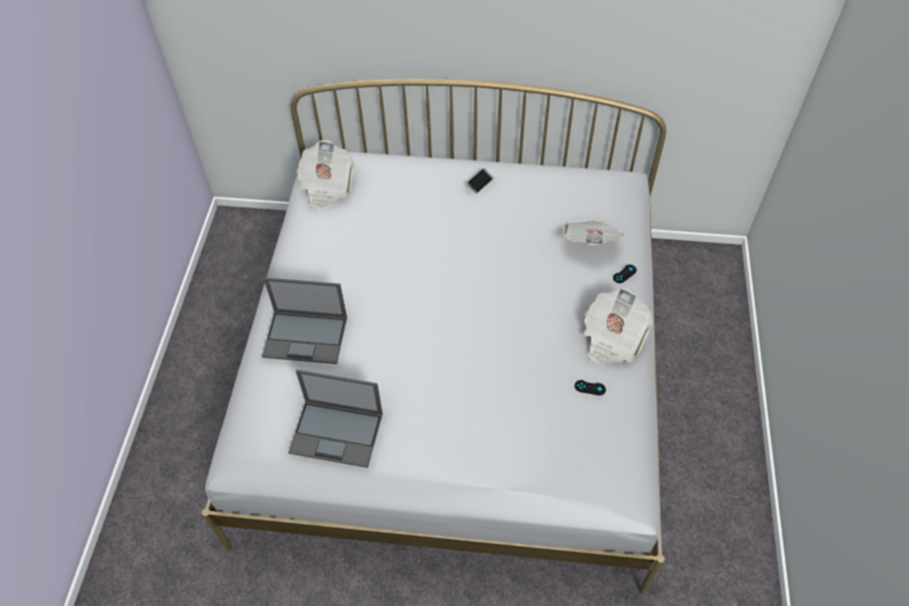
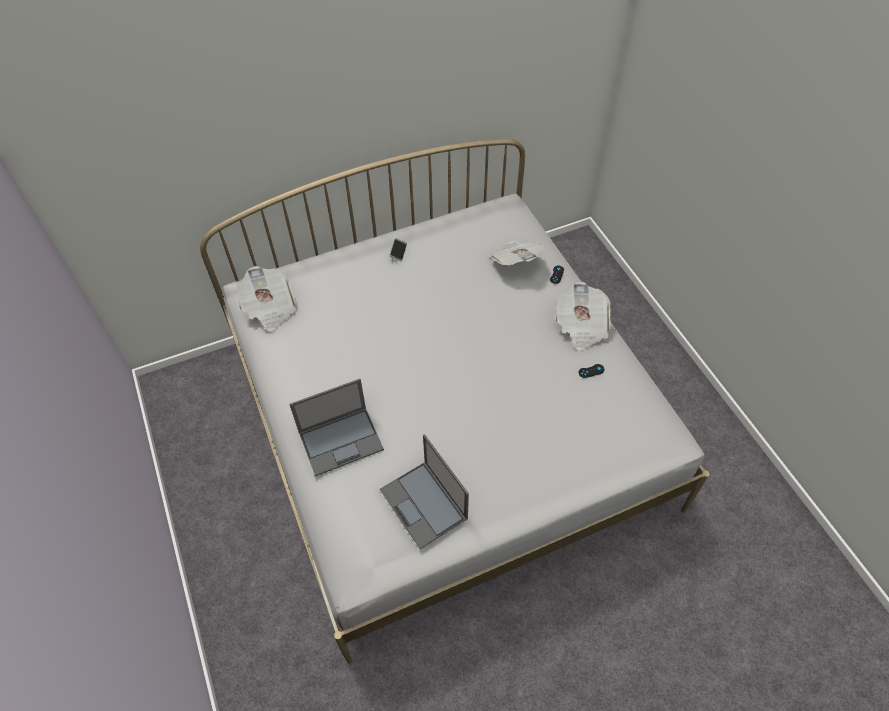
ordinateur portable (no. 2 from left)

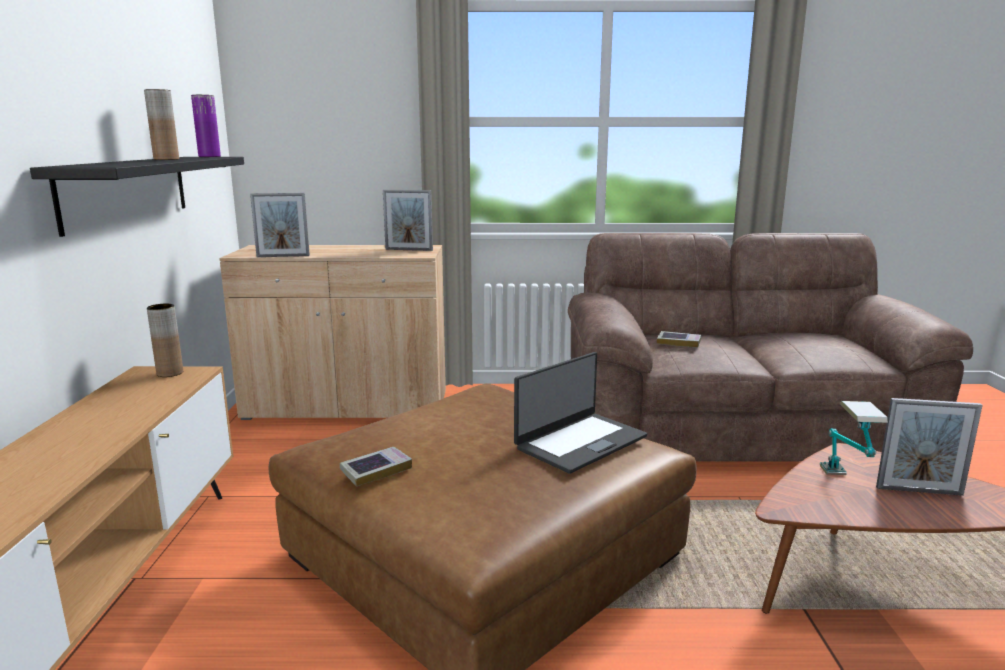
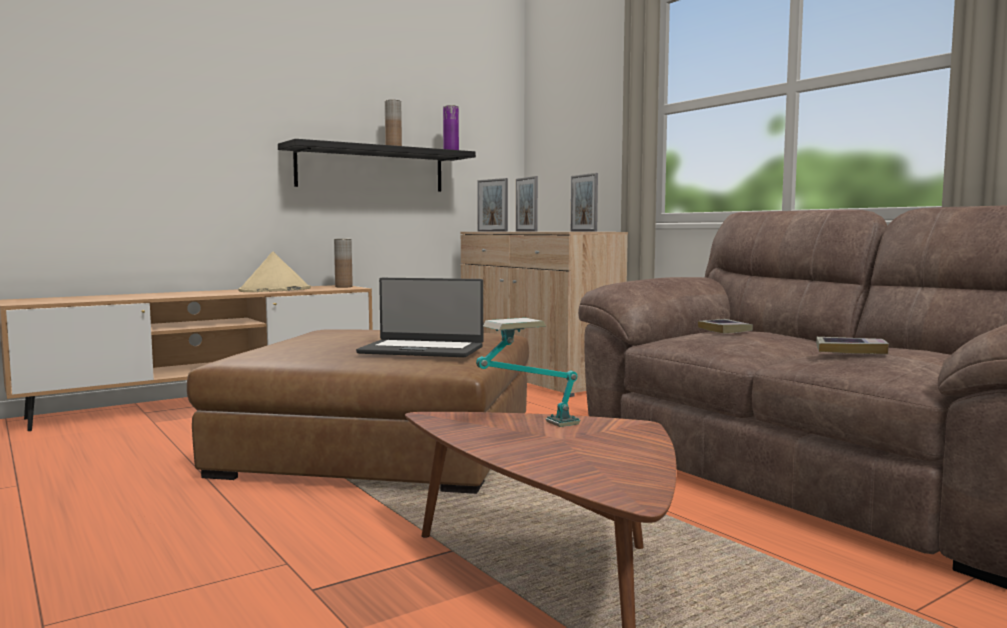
chapeau [beige]
cadre photo (no. 2 from left)
livre (no. 2 from left)

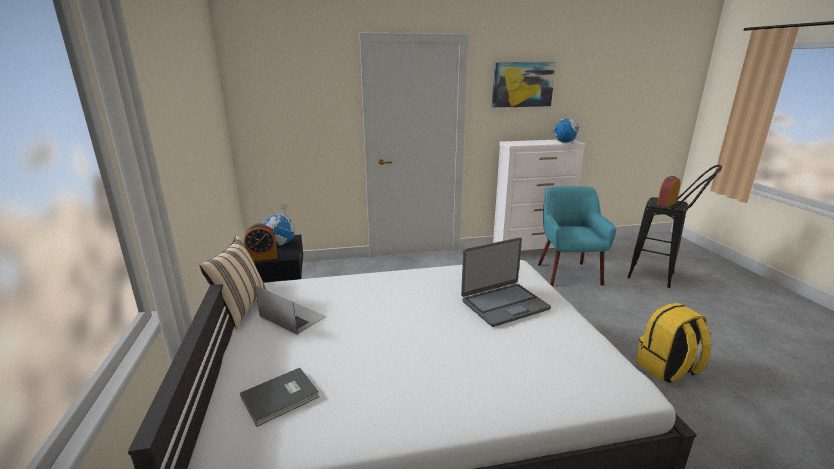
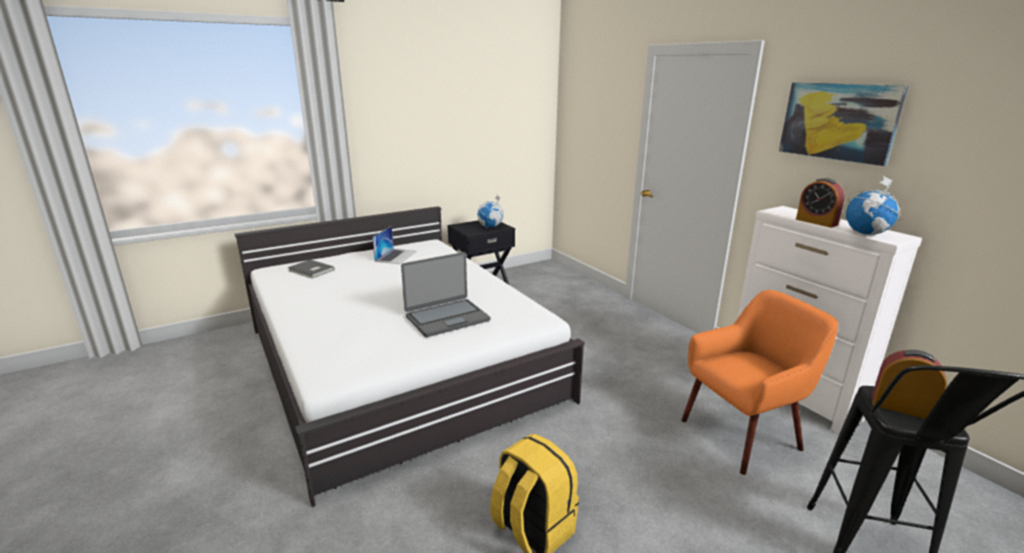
ordinateur portable (no. 2 from left)
fauteuil [orange]
réveil (no. 1 from left)
coussin [beige]

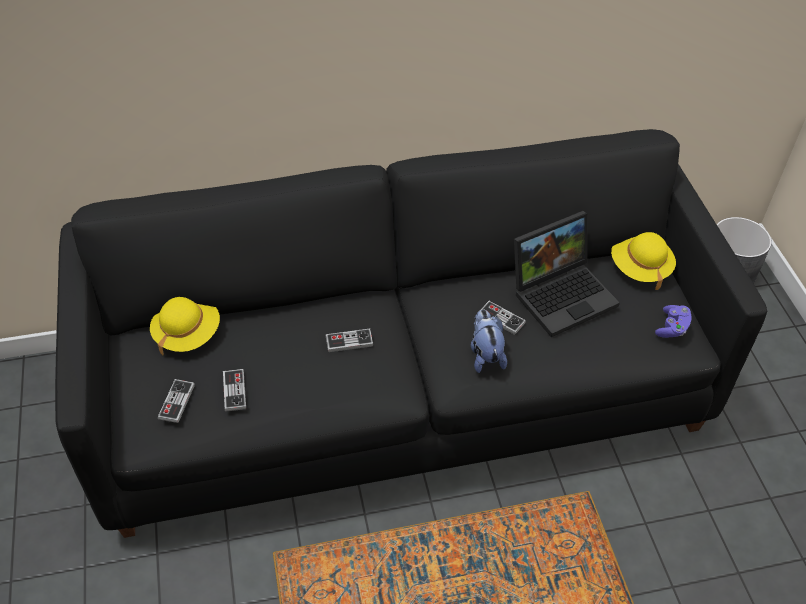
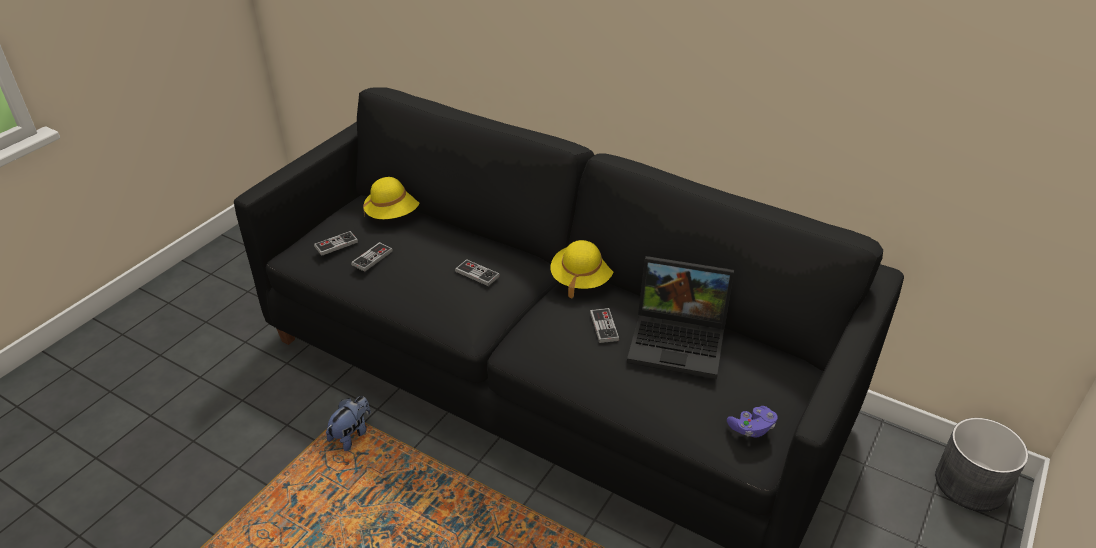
peluche
chapeau [jaune] (no. 2 from left)

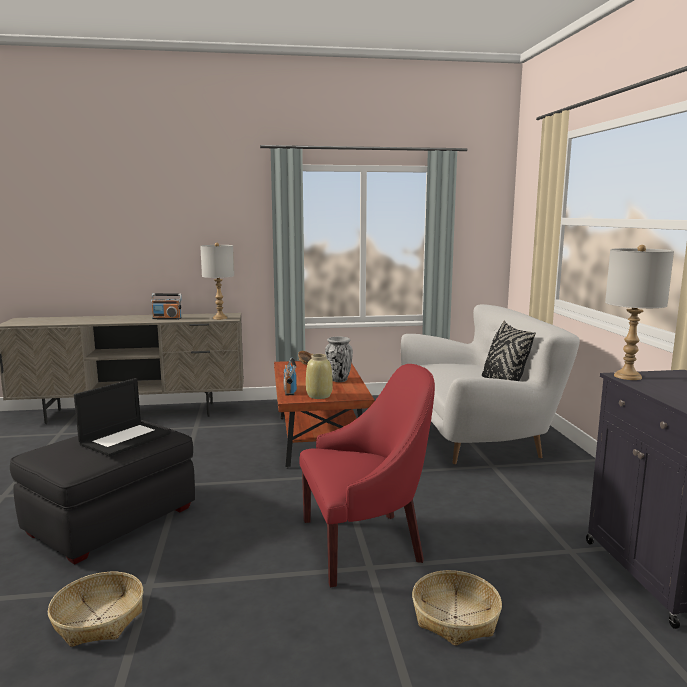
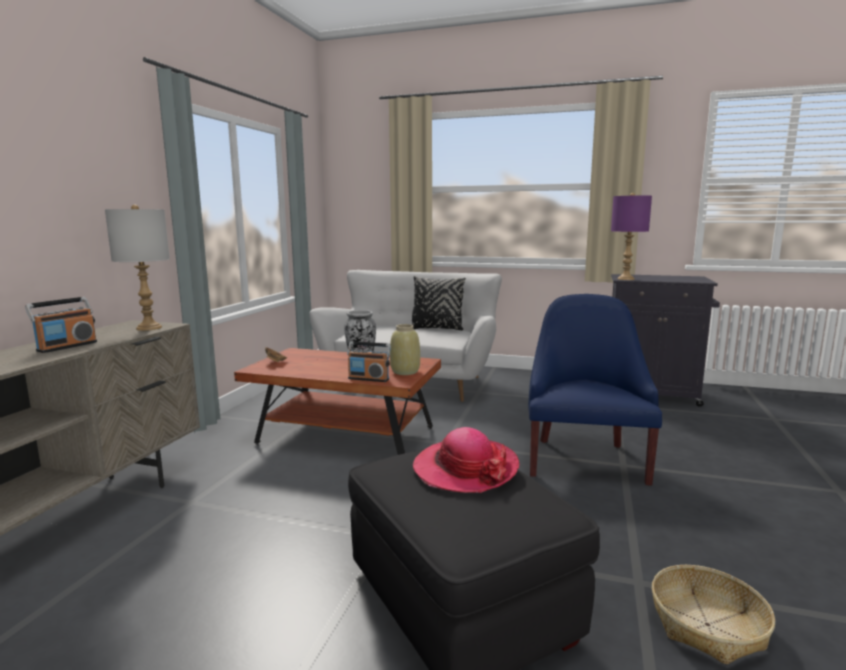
chapeau
fauteuil [bleu]
lampe de table [violet]
panier (no. 2 from left in the first image)

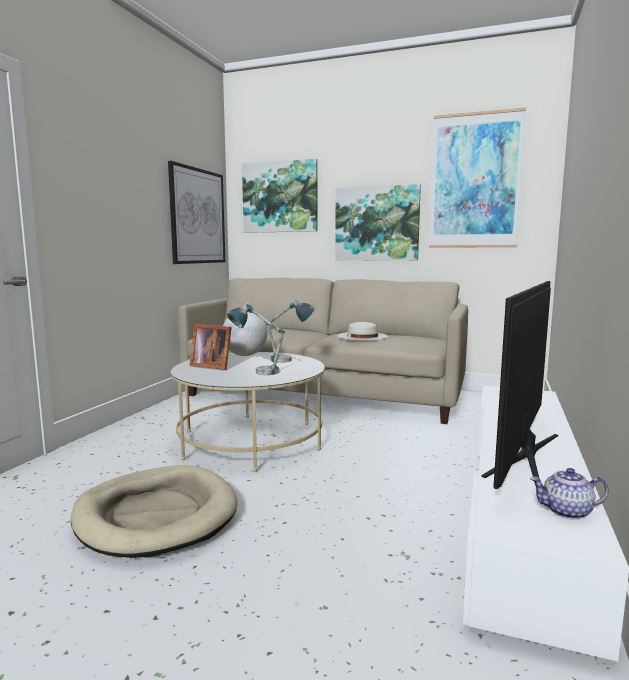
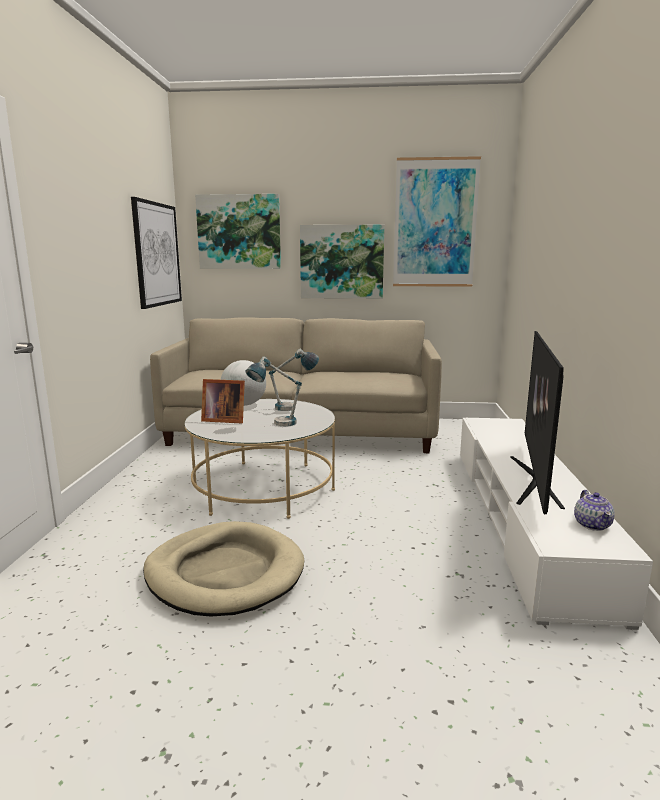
théière
chapeau [blanc]

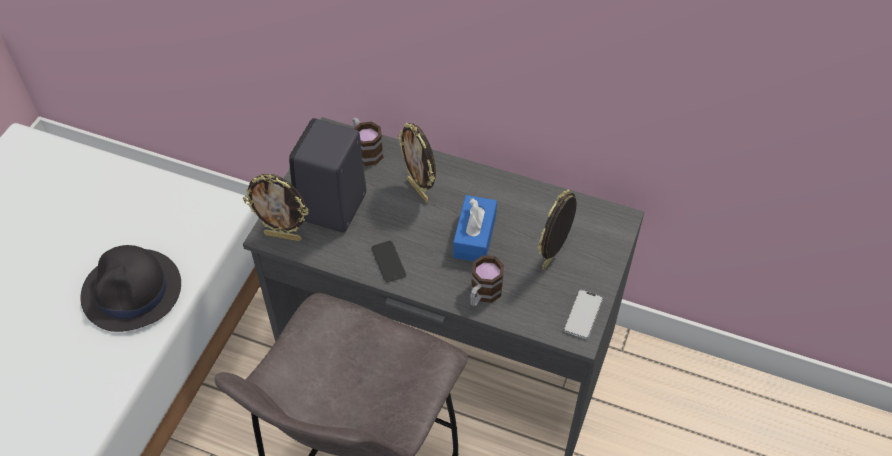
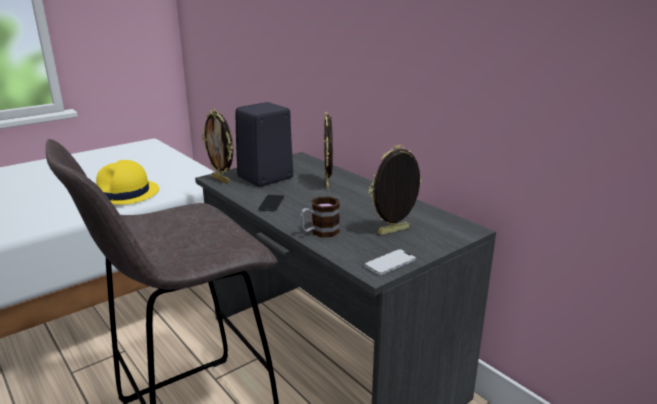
chapeau [jaune]
mug (no. 1 from left in the first image)
boîte à mouchoirs [bleu]

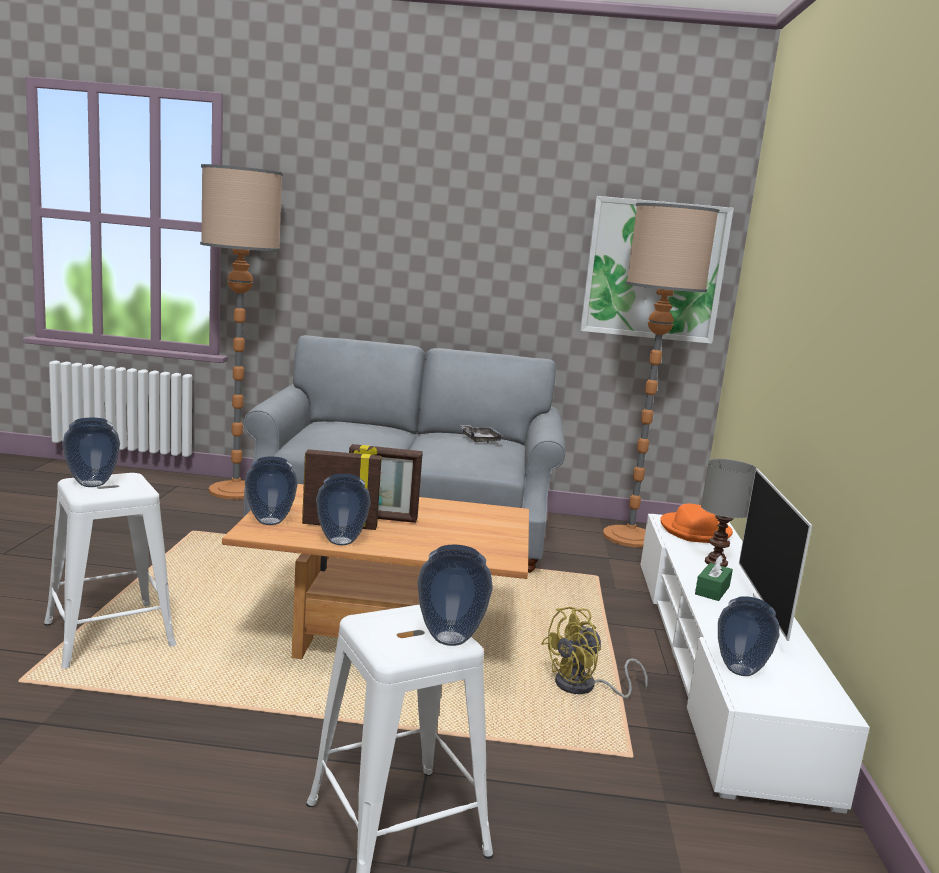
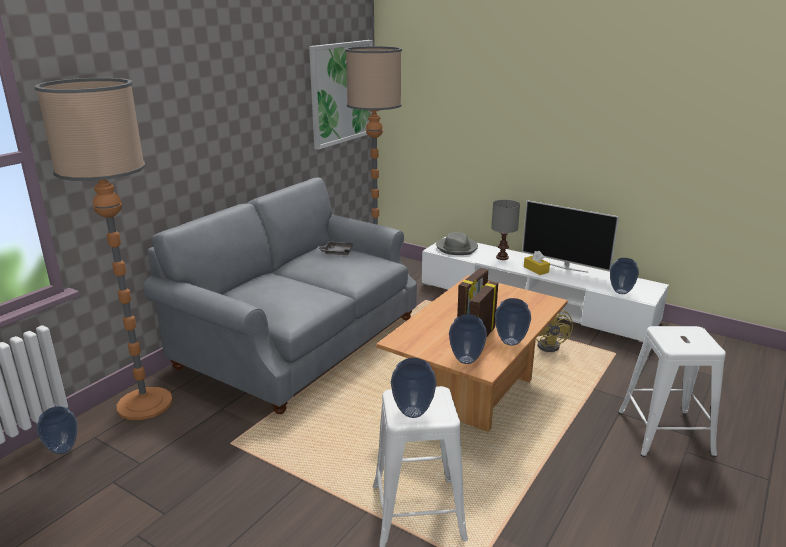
vase (no. 1 from left)
chapeau [gris]
boîte à mouchoirs [jaune]

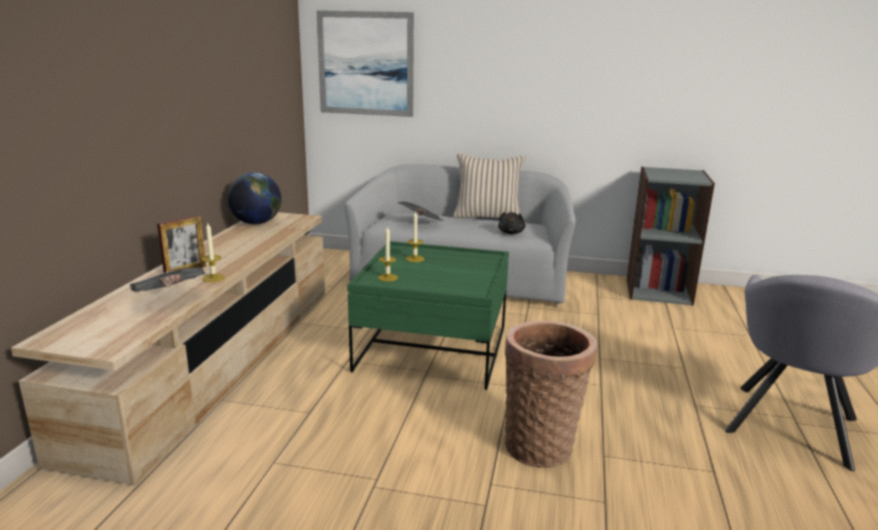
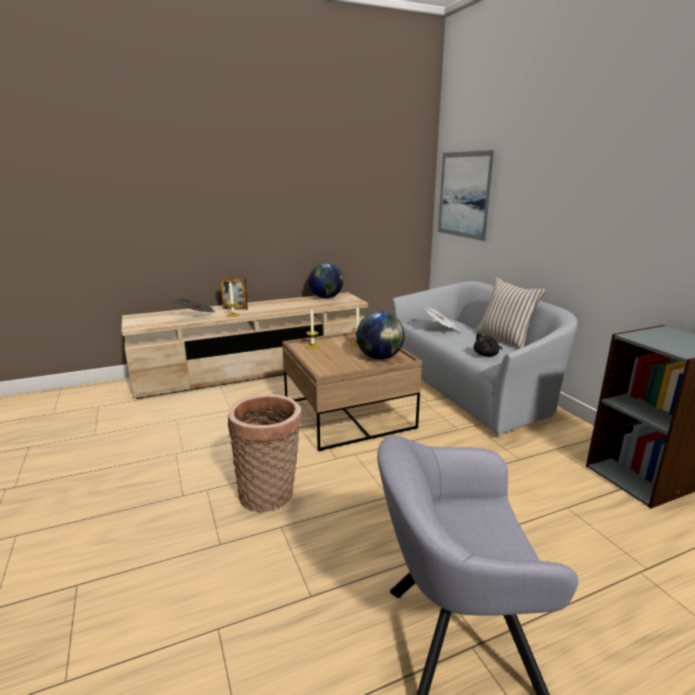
table basse [marron]
globe (no. 2 from left)

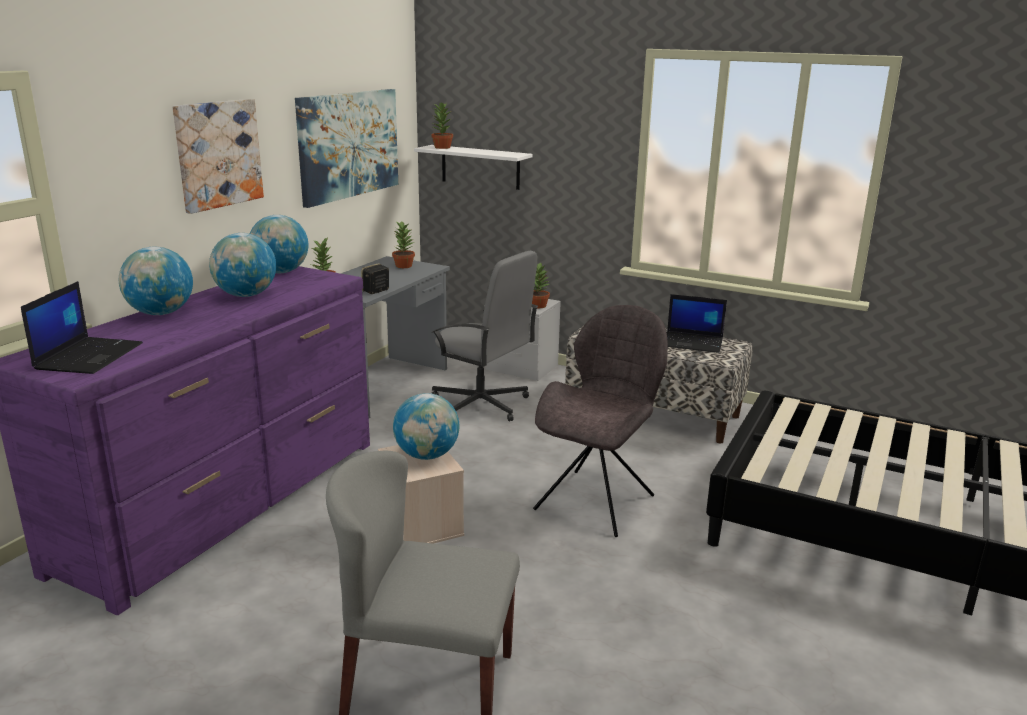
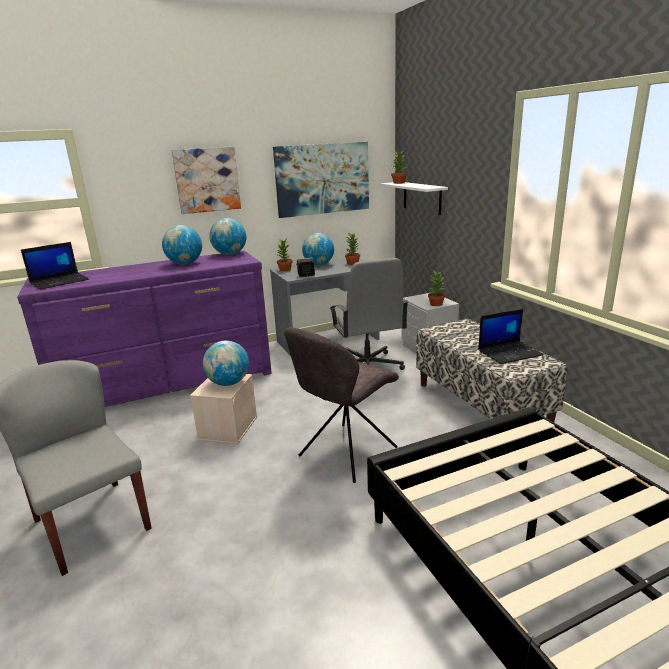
chaise [gris] (no. 2 from left)
globe (no. 4 from left)
ordinateur portable (no. 2 from left)

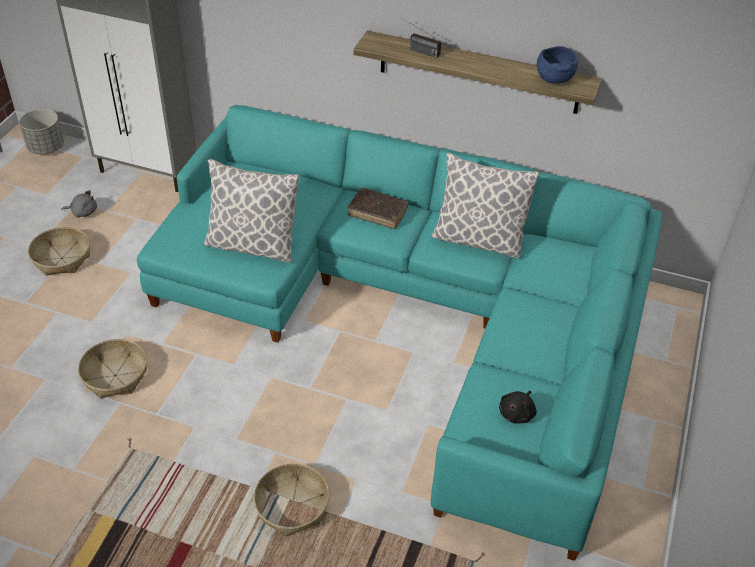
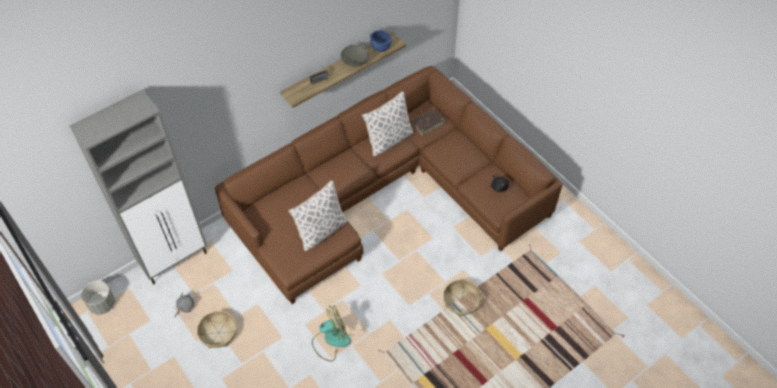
canapé [marron]
ventilateur
bol [gris]
livre [marron]

